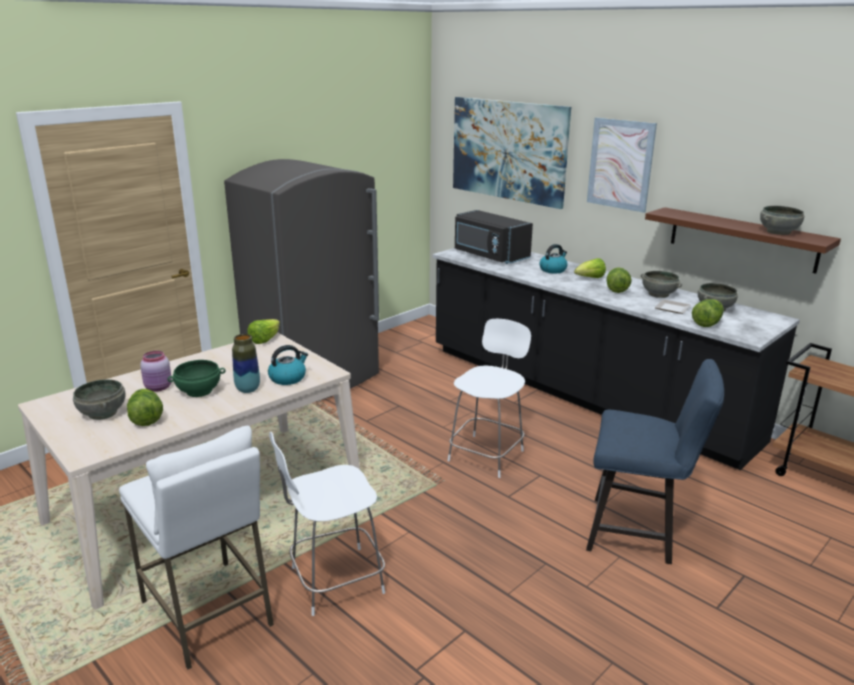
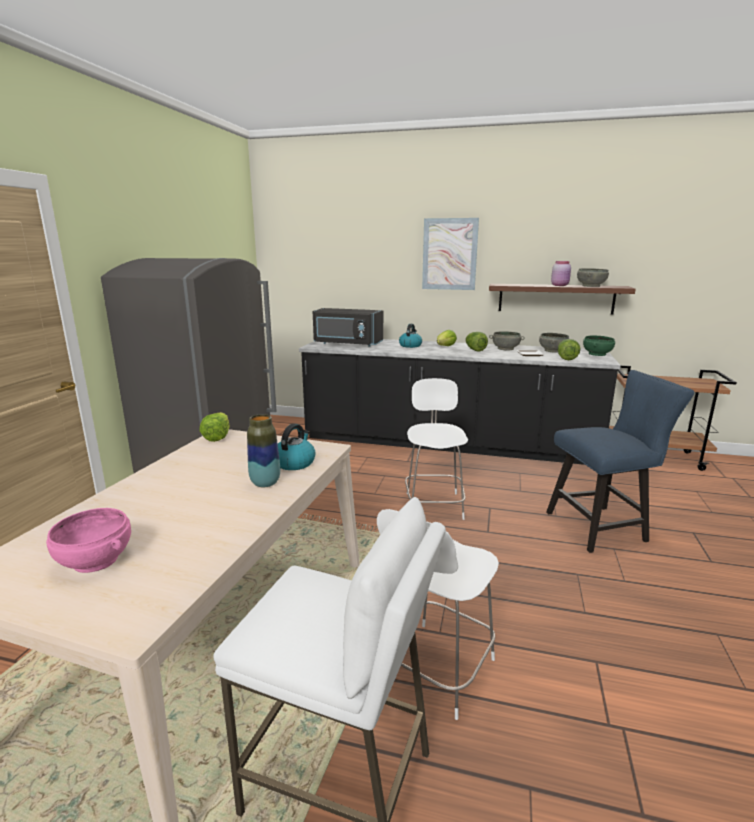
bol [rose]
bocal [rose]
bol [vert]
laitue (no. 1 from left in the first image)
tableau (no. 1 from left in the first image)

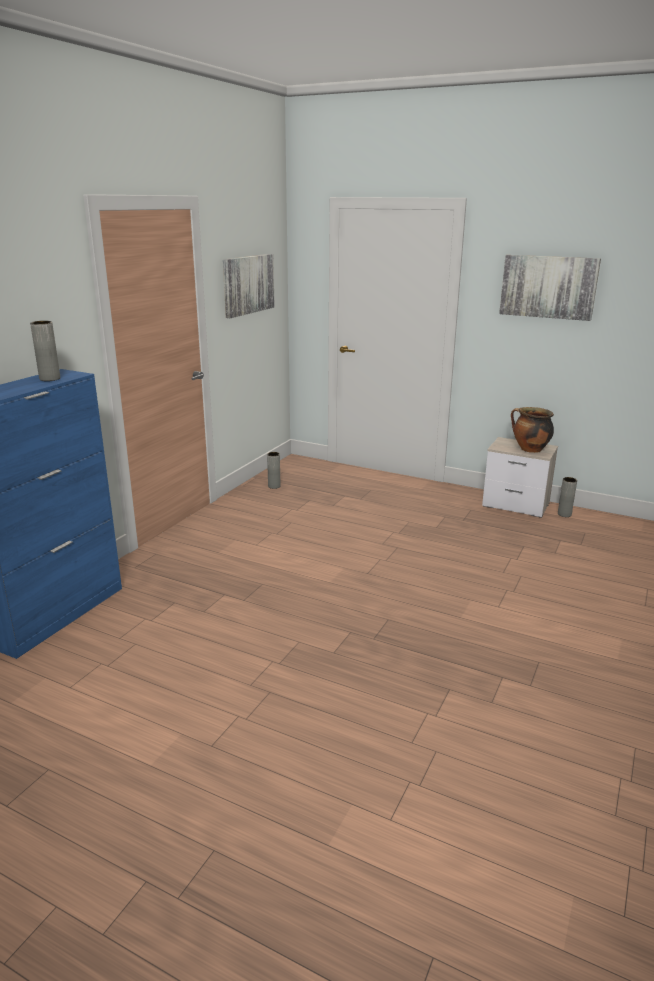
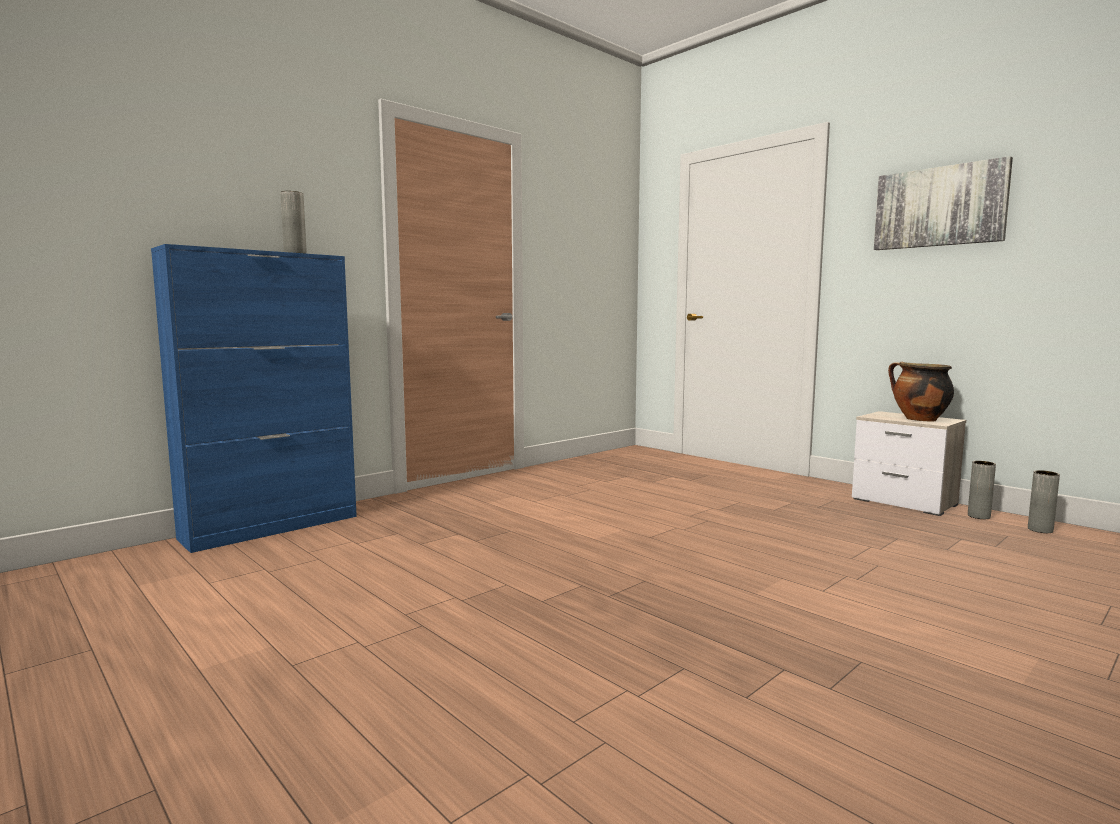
vase [gris] (no. 3 from left)
tableau (no. 1 from left in the first image)

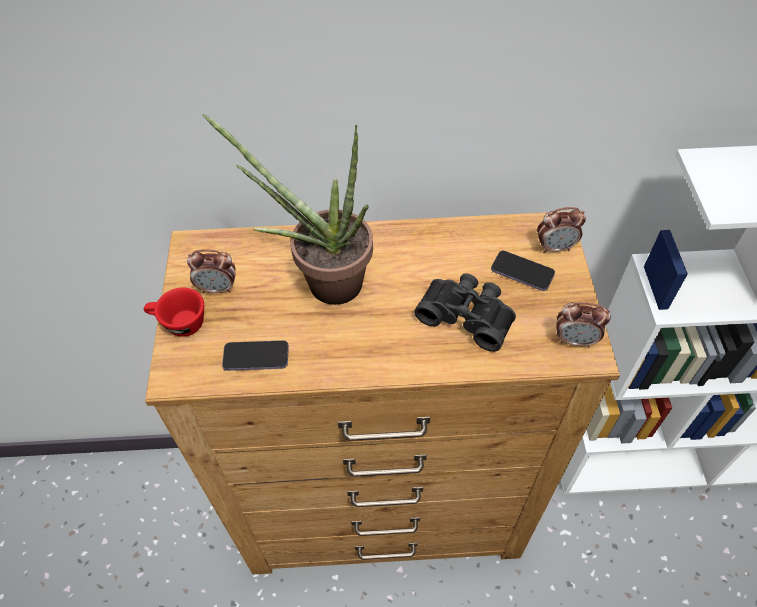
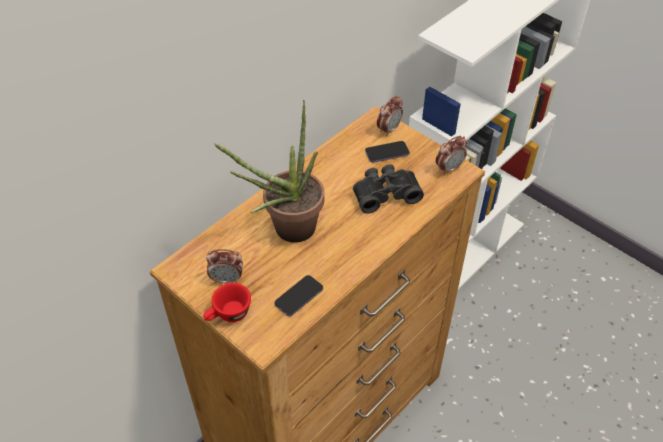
réveil (no. 1 from left)

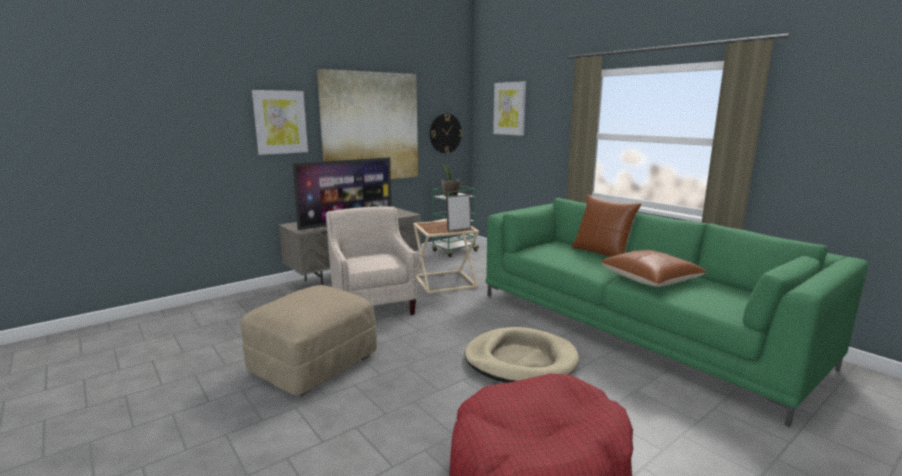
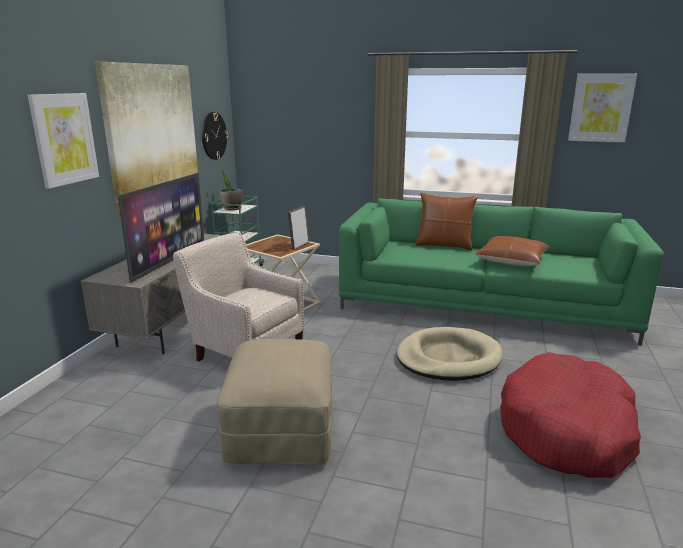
tableau (no. 3 from left)

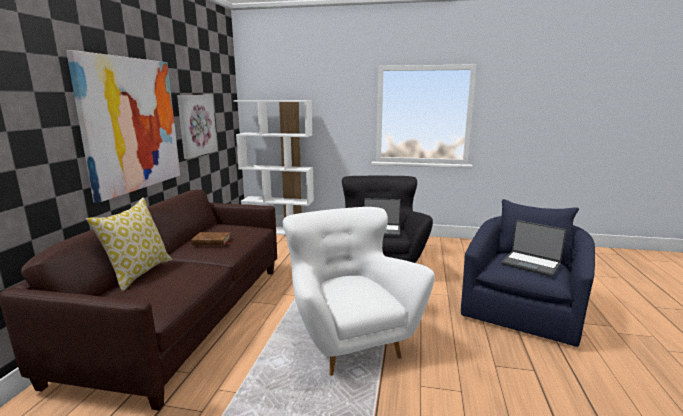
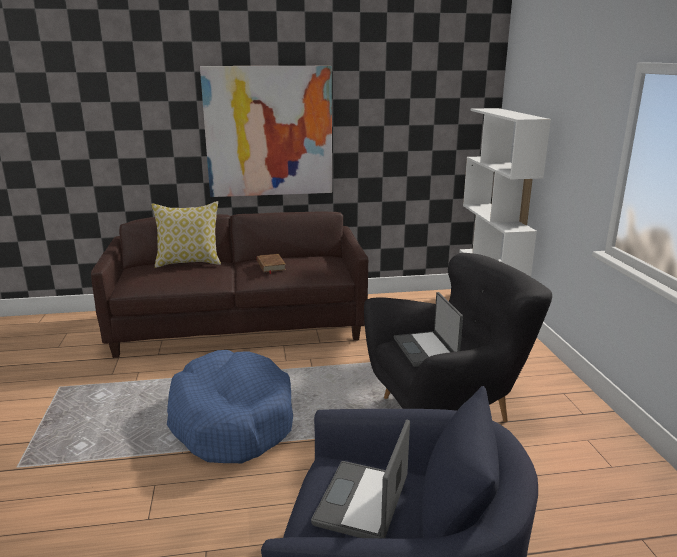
panier pour chien [bleu]
tableau (no. 2 from left in the first image)

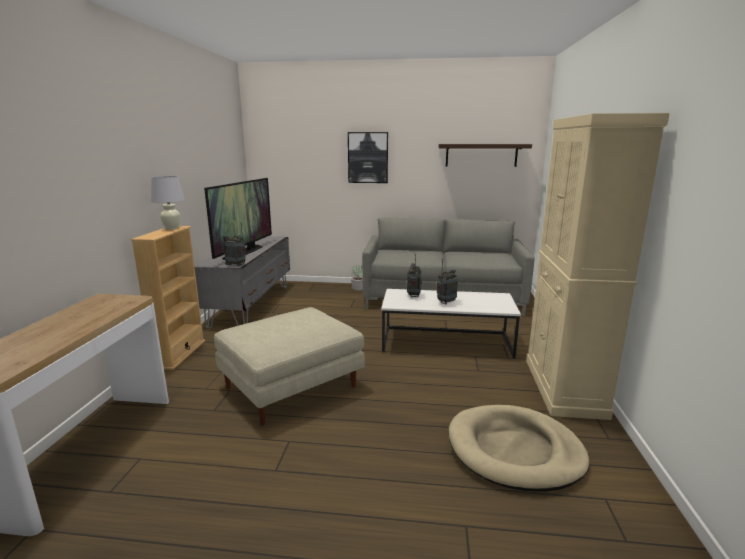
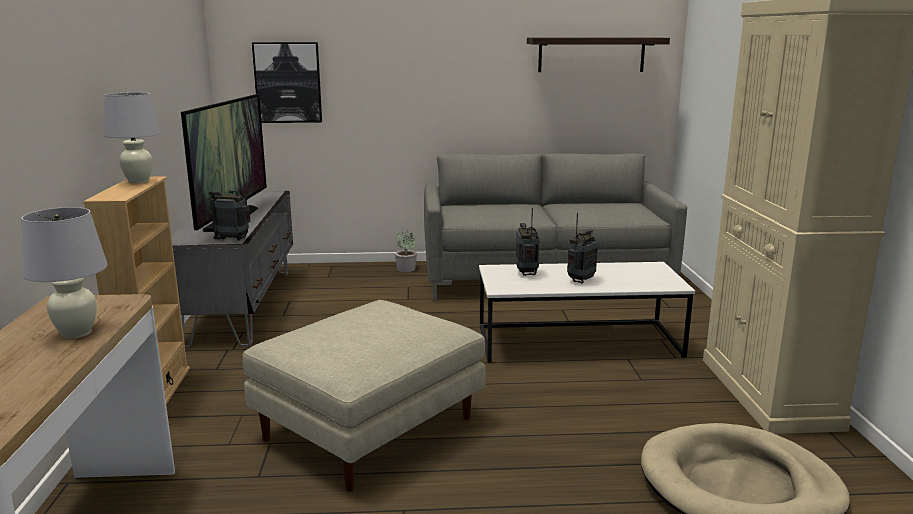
lampe de table [blanc] (no. 1 from left)
tableau

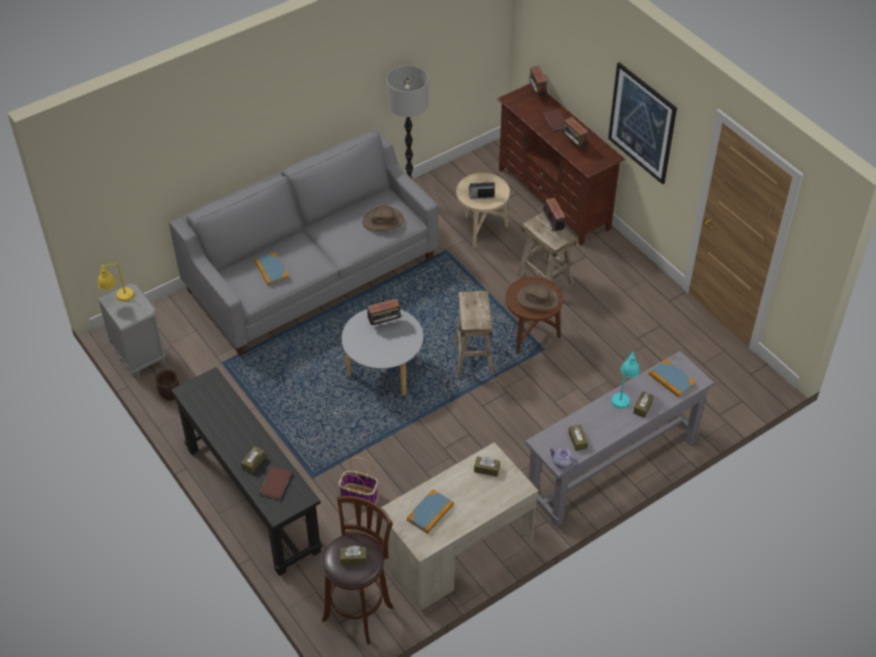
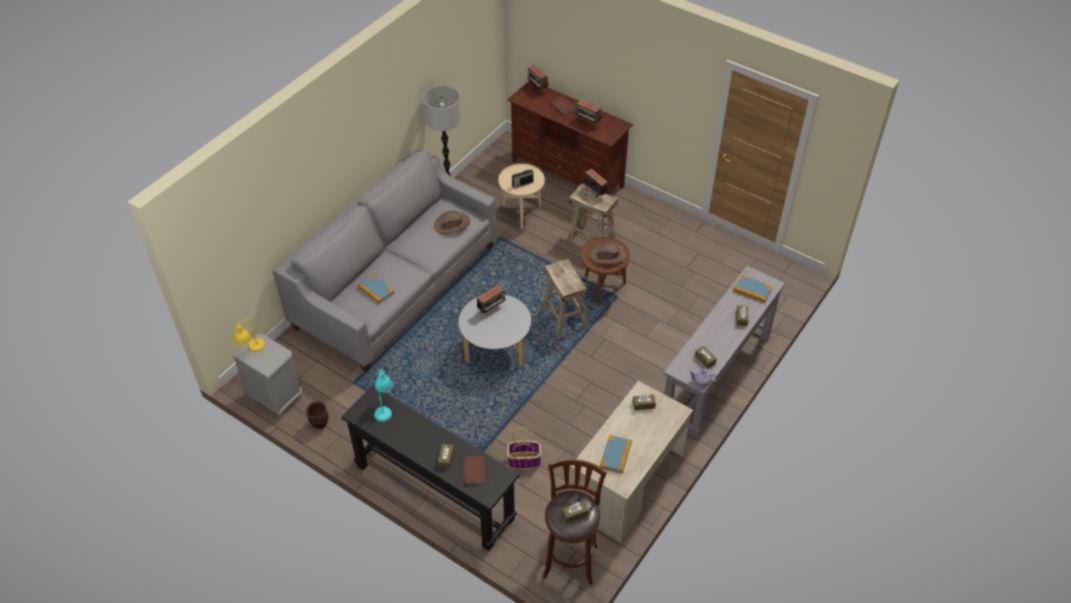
lampe de table [turquoise]
tableau

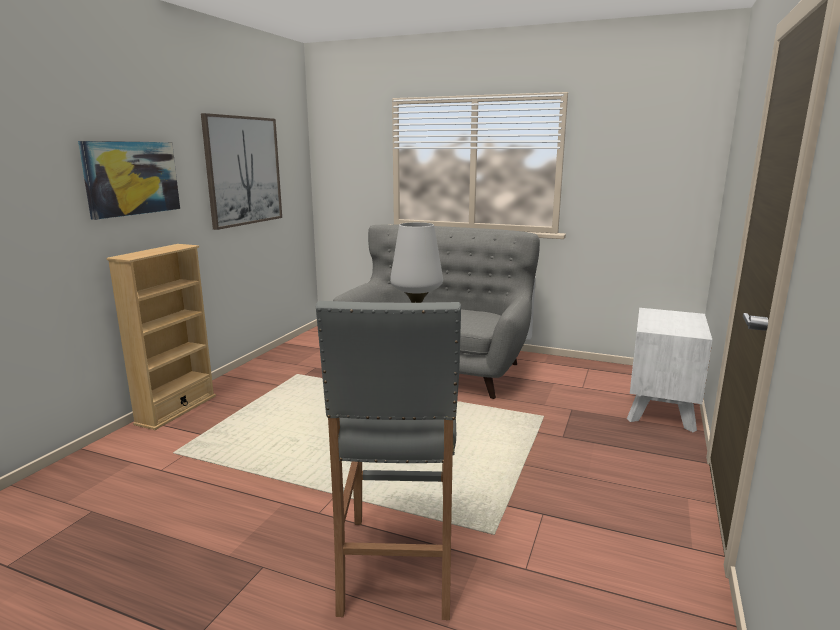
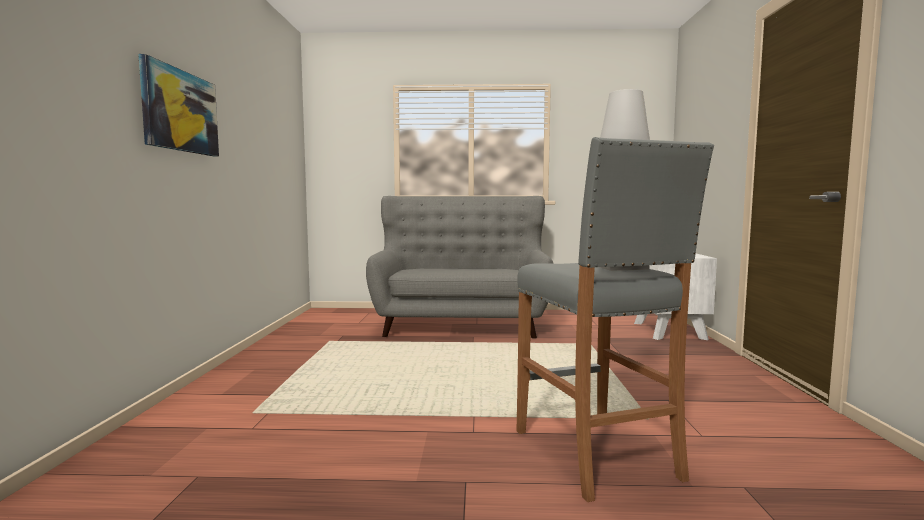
bibliothèque [beige]
tableau (no. 2 from left in the first image)

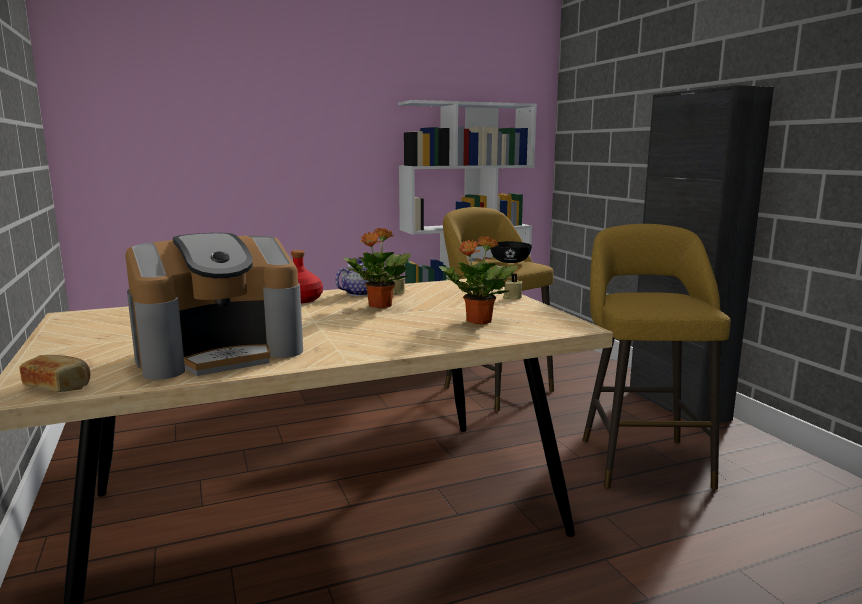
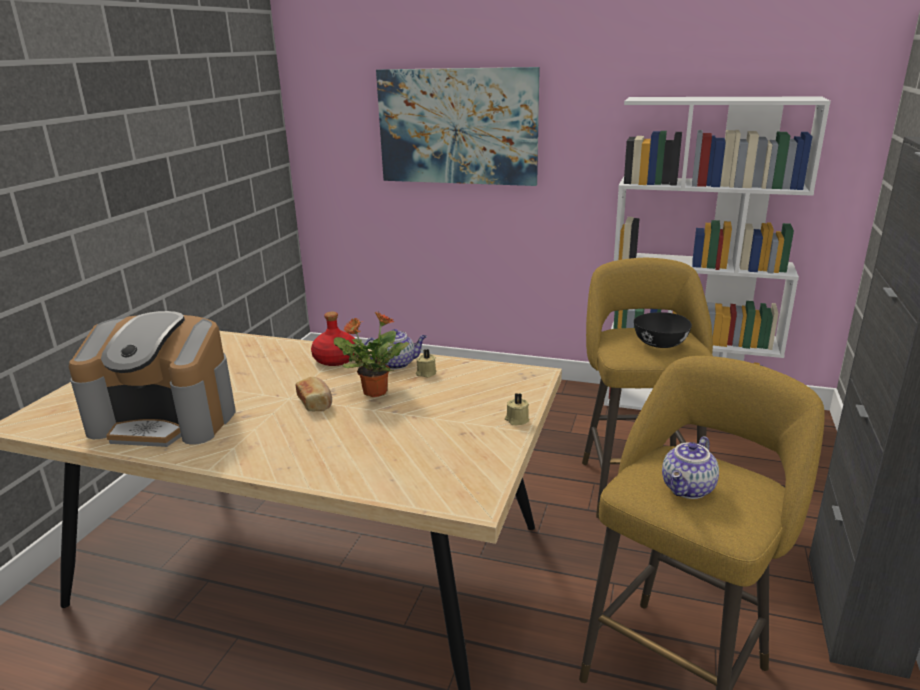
pain
tableau
théière (no. 2 from left)
plante en pot (no. 2 from left in the first image)

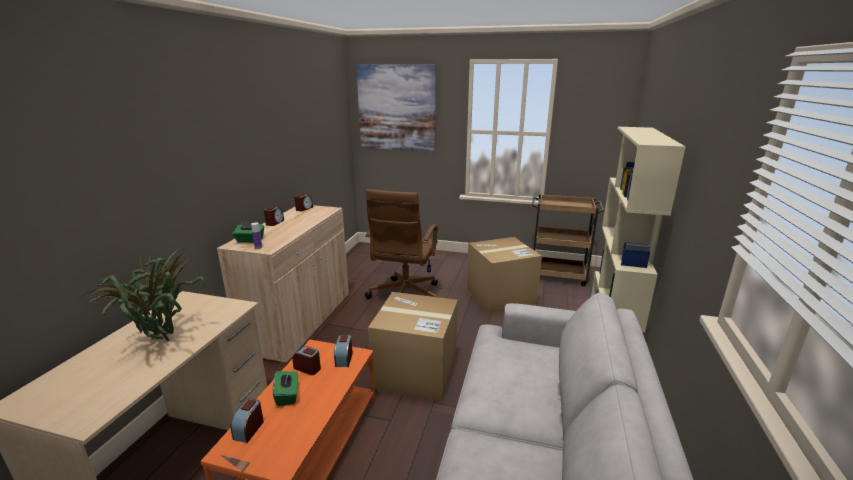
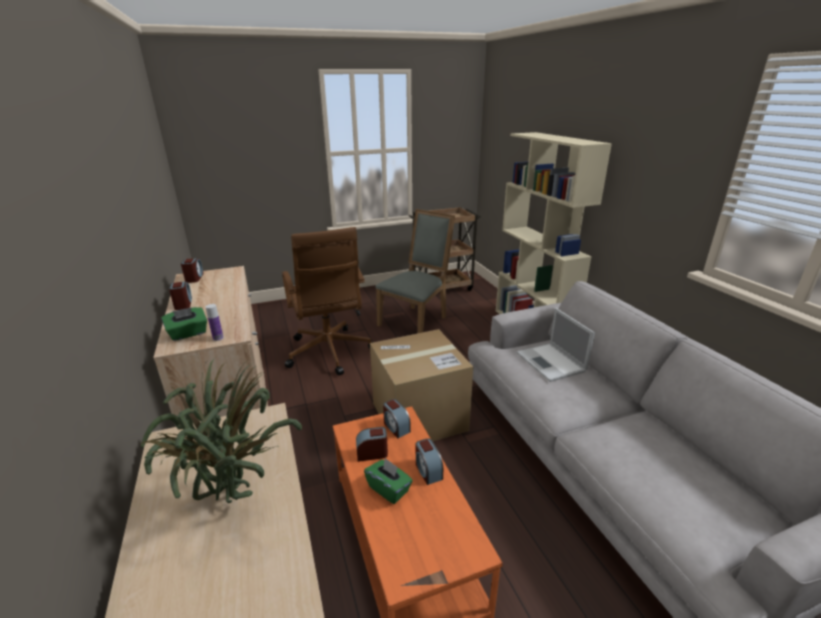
chaise [gris]
réveil (no. 5 from left)
ordinateur portable
tableau

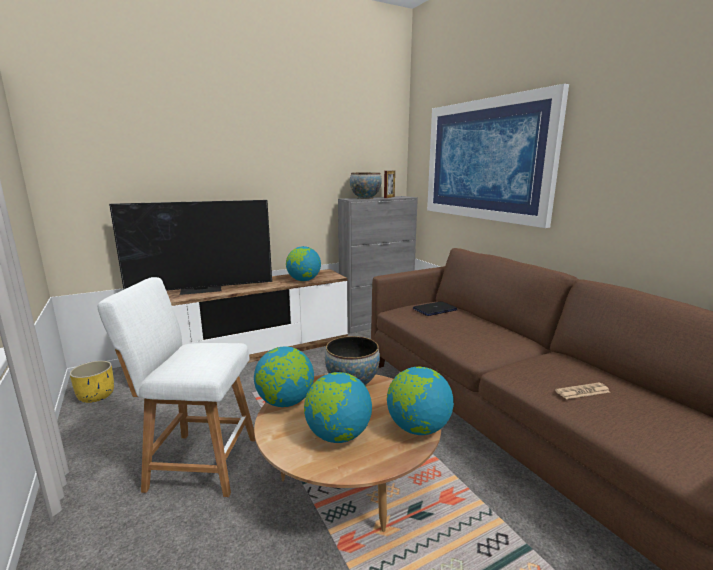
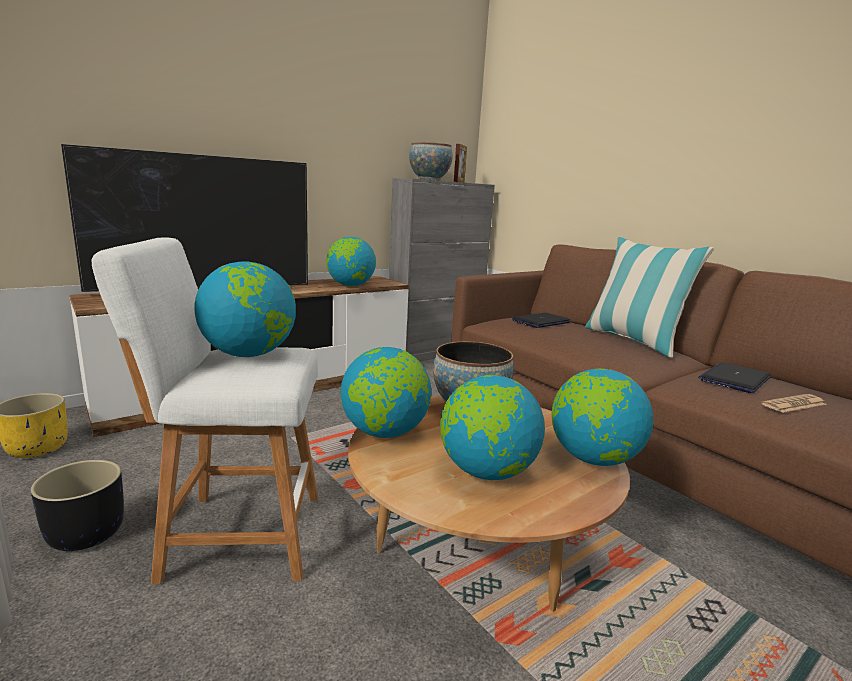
cache-pot [noir]
globe (no. 1 from left)
coussin
ordinateur portable (no. 2 from left)
tableau

